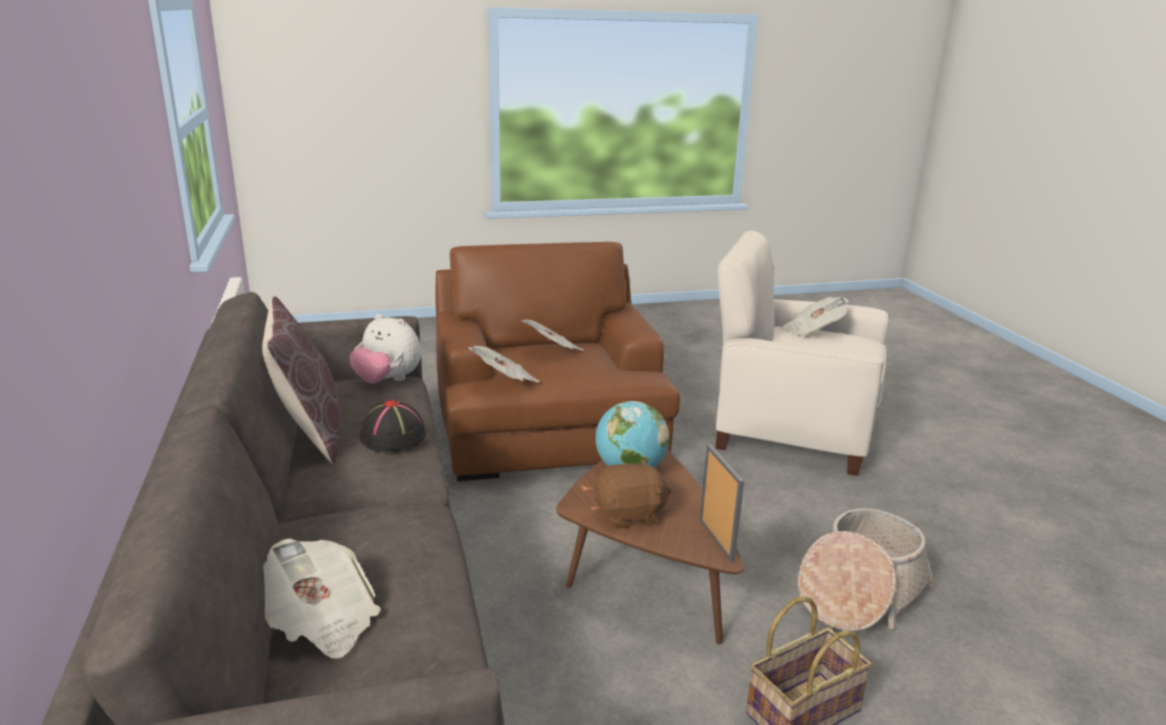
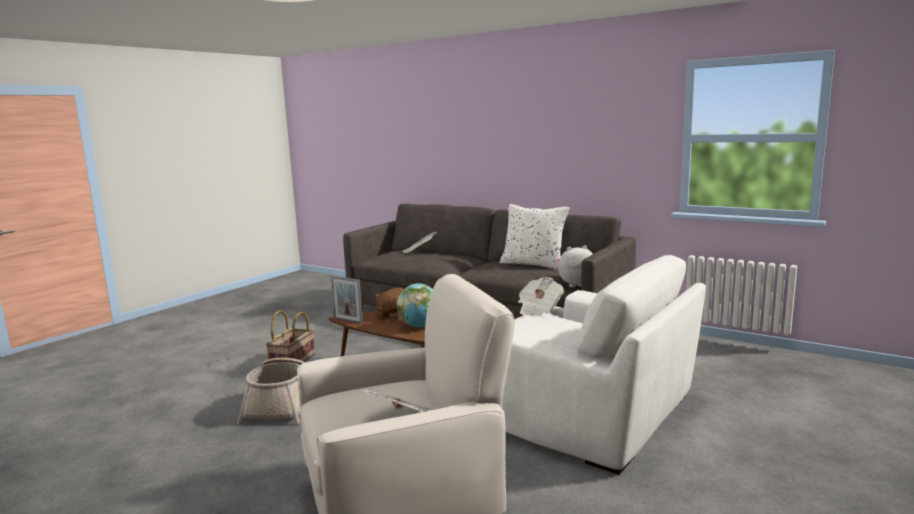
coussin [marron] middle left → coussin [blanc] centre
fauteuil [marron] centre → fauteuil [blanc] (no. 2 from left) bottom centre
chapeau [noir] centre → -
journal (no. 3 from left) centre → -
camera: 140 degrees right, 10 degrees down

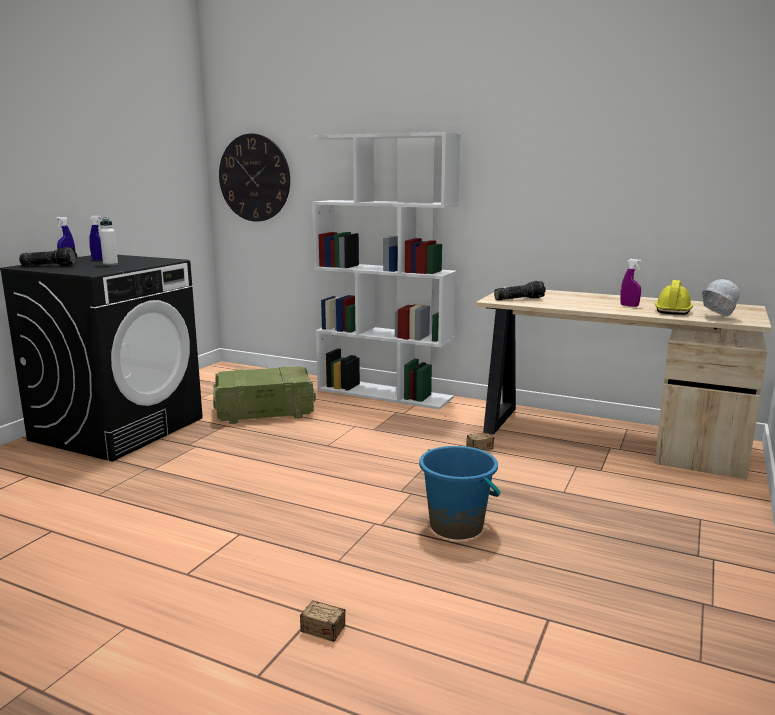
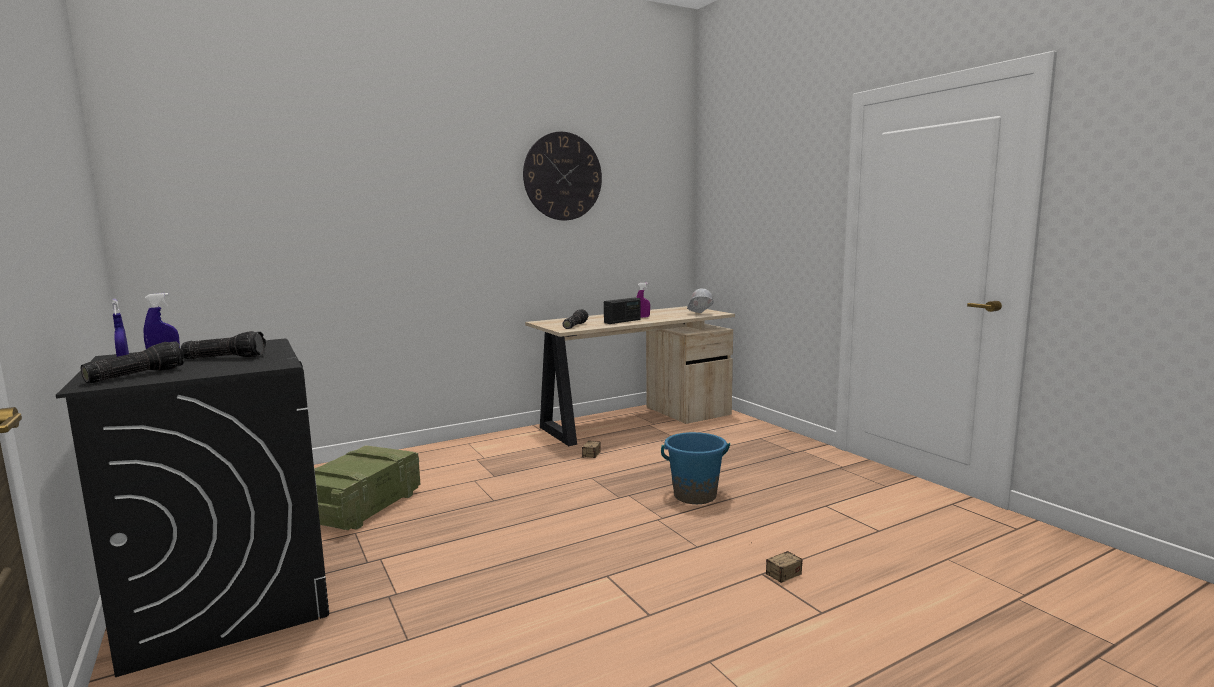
bouteille [blanc] middle left → lampe de poche (no. 2 from left) middle left
horloge murale top left → horloge murale top centre, shifted
- → radio centre
bibliothèque [blanc] centre → -
casque de chantier [jaune] middle right → -
camera: 55 degrees left, 5 degrees down

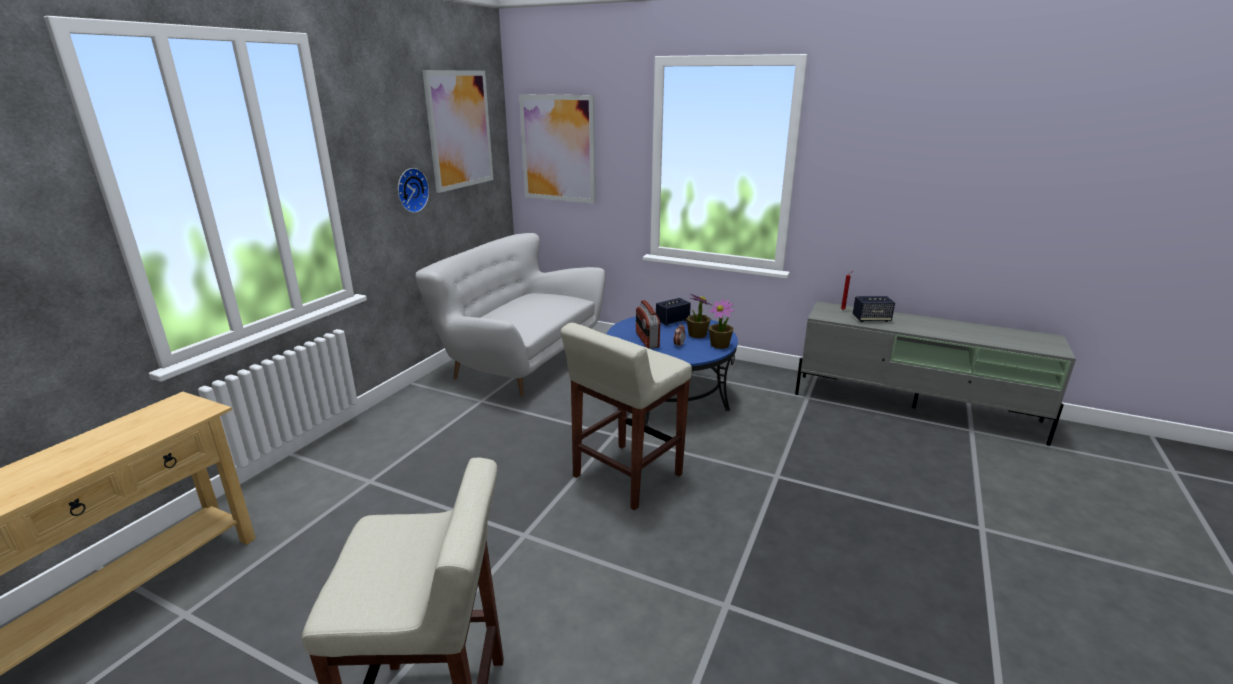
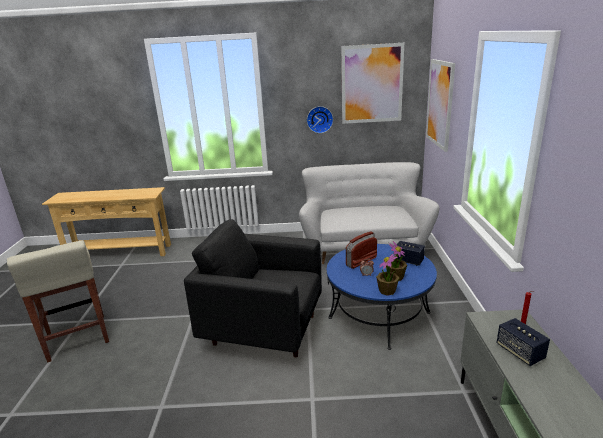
tabouret [beige] (no. 2 from left) centre → fauteuil [noir] centre
camera: 65 degrees right, 0 degrees up

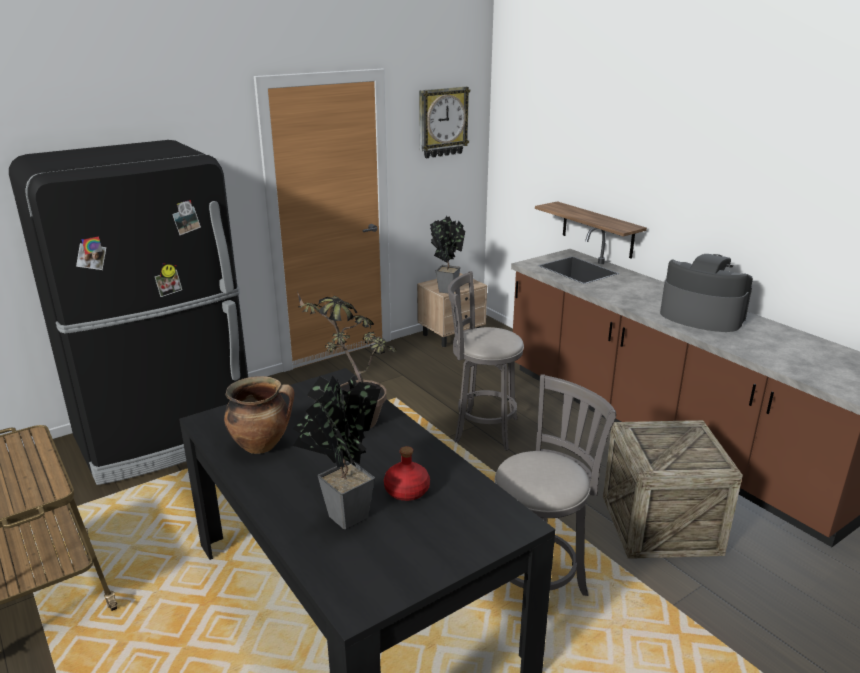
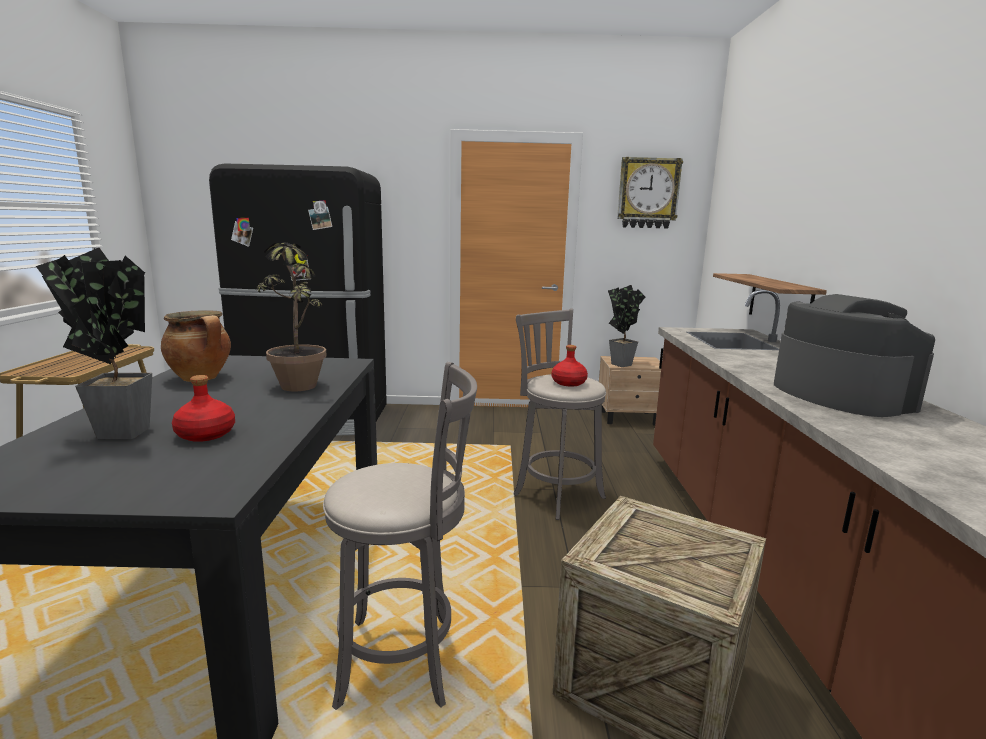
- → bouteille [rouge] (no. 2 from left) centre
camera: 35 degrees right, 10 degrees down

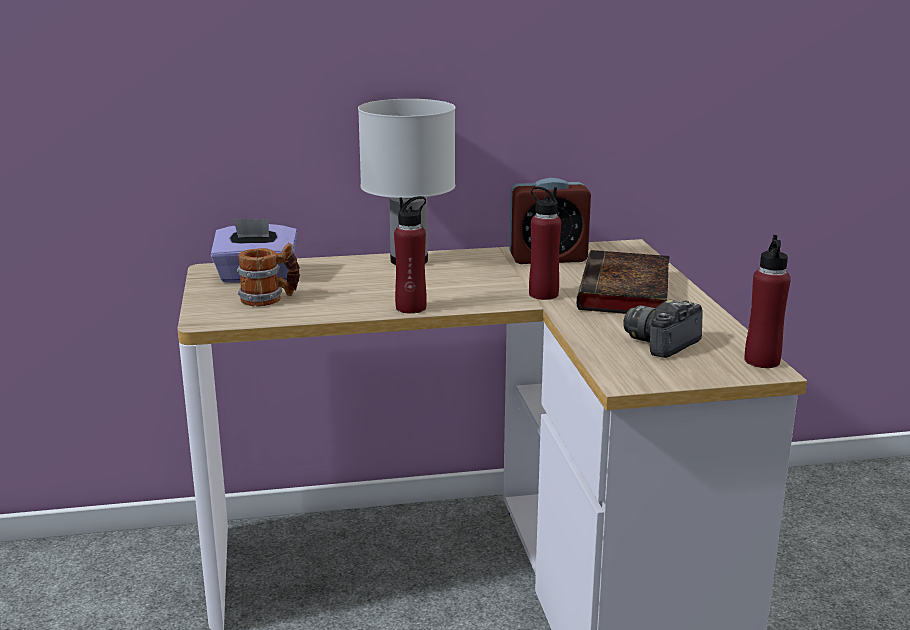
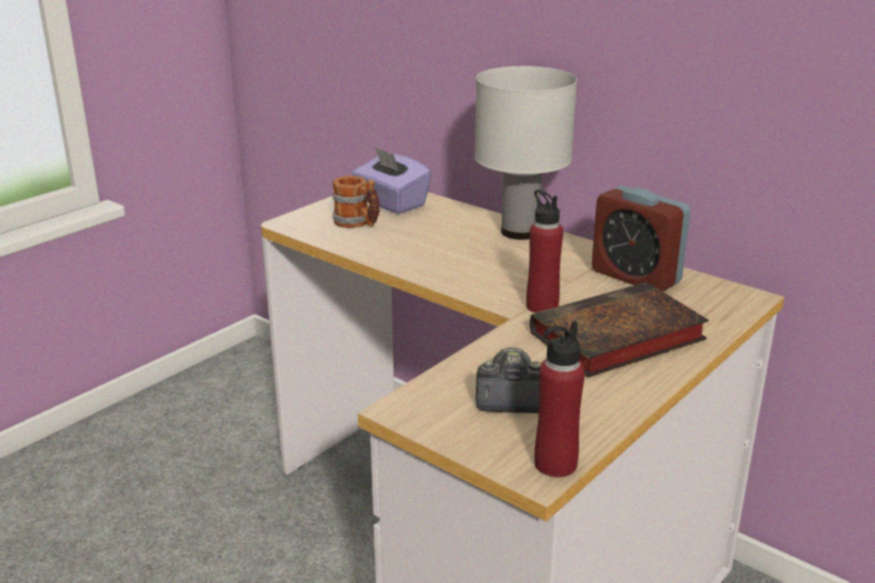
bouteille [rouge] (no. 1 from left) centre → -
camera: 50 degrees right, 5 degrees up

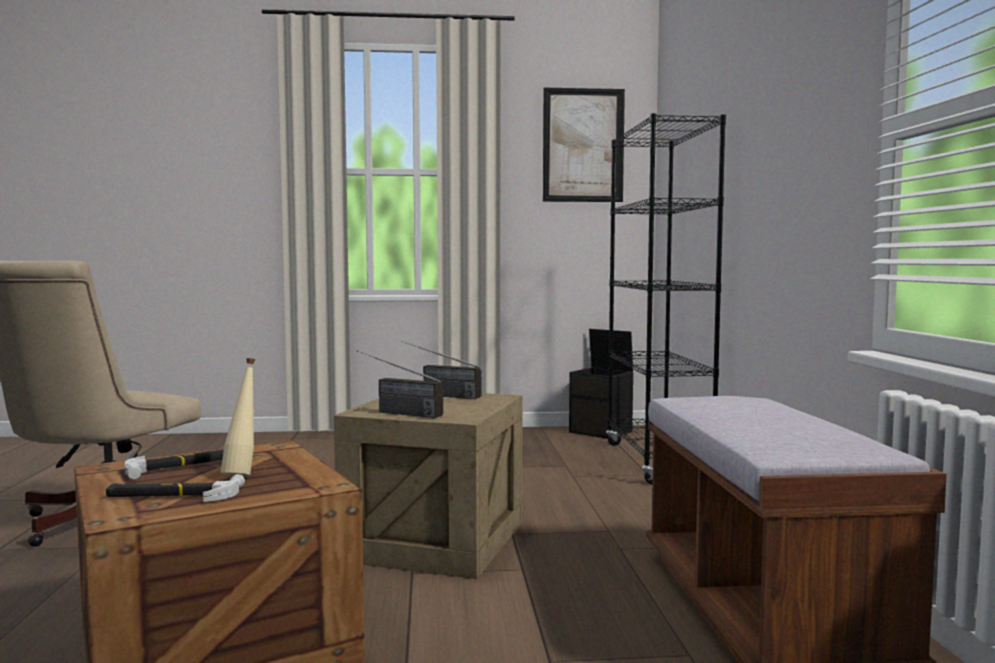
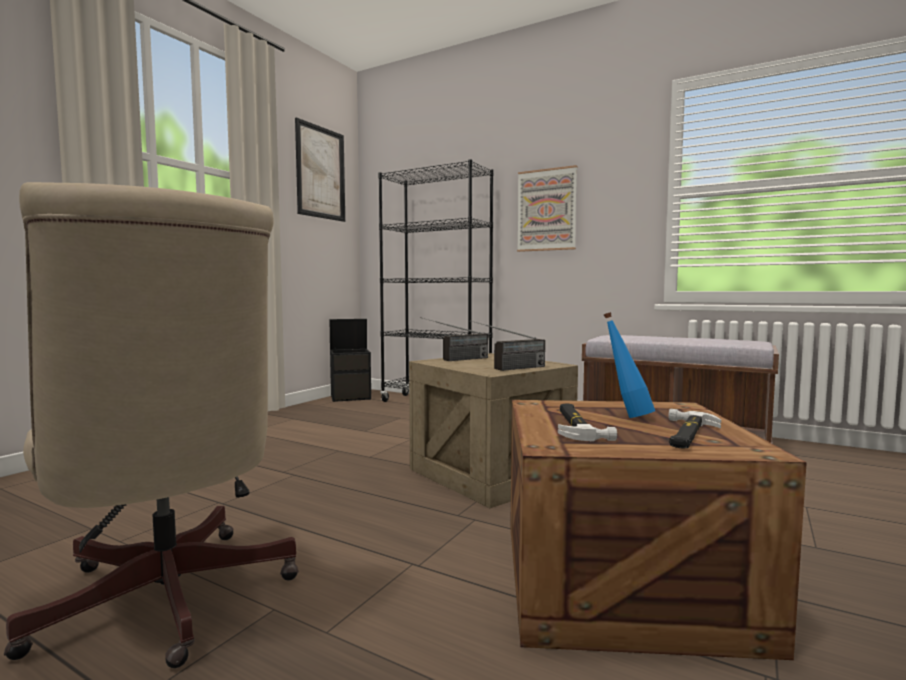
- → tableau (no. 2 from left) top centre
bouteille [beige] middle left → bouteille [bleu] middle right
camera: 55 degrees left, 0 degrees up

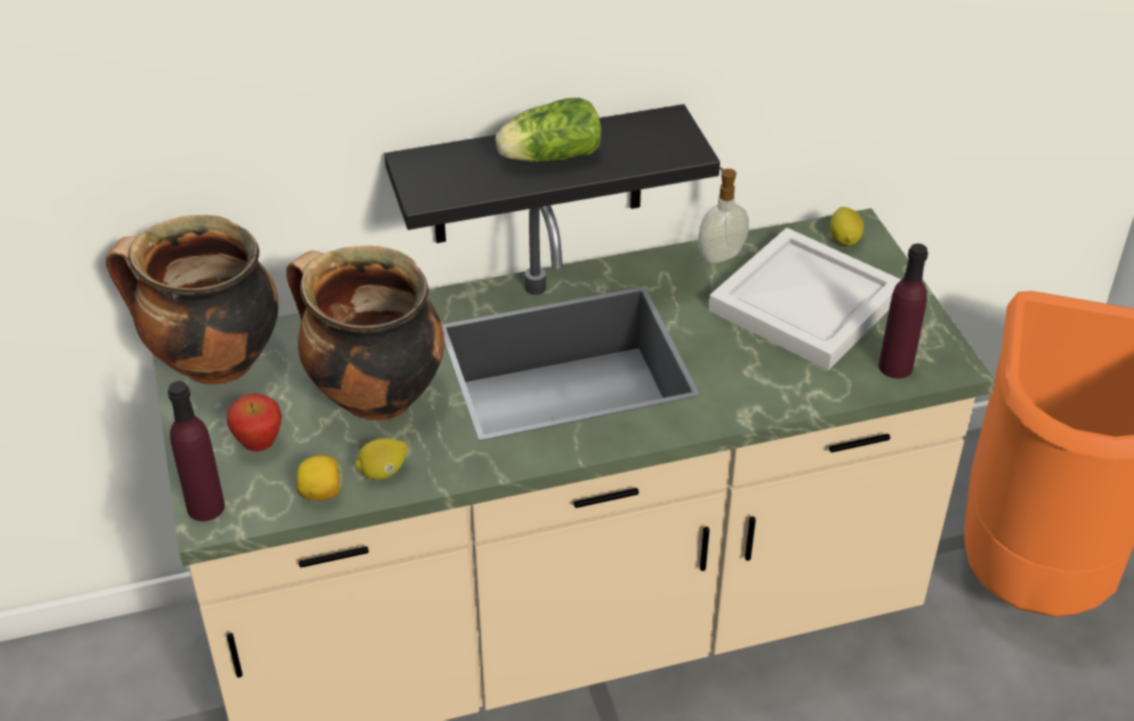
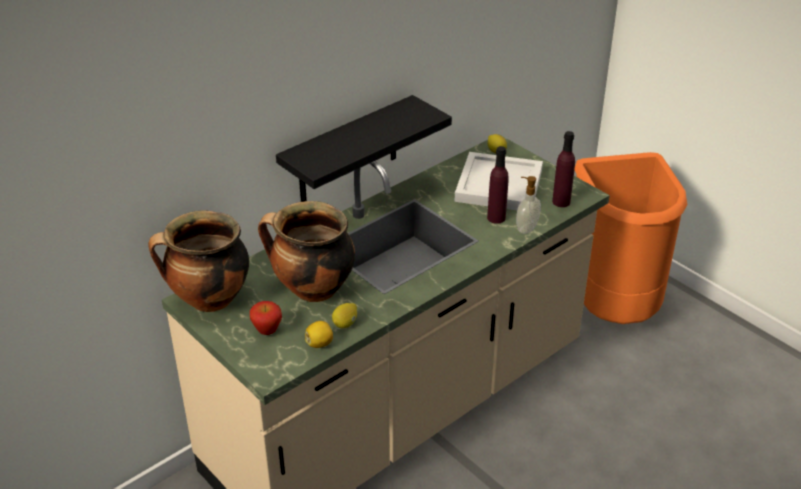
bouteille [violet] (no. 1 from left) middle left → bouteille [violet] (no. 1 from left) centre, shifted
distributeur de savon top centre → distributeur de savon centre, shifted
laitue top centre → -
camera: 25 degrees left, 5 degrees down

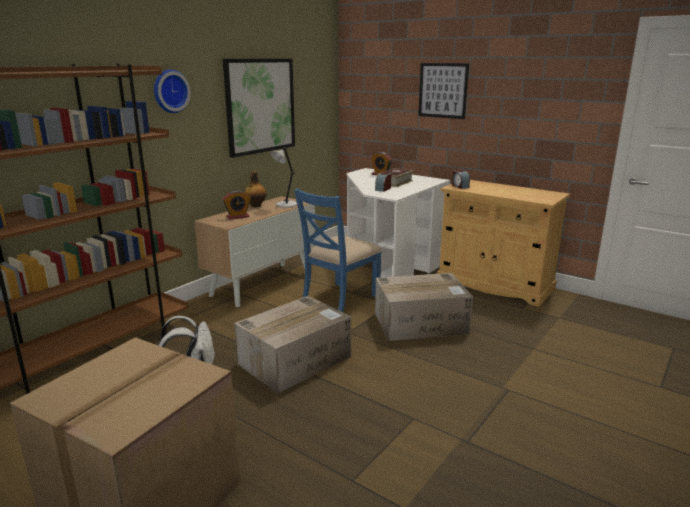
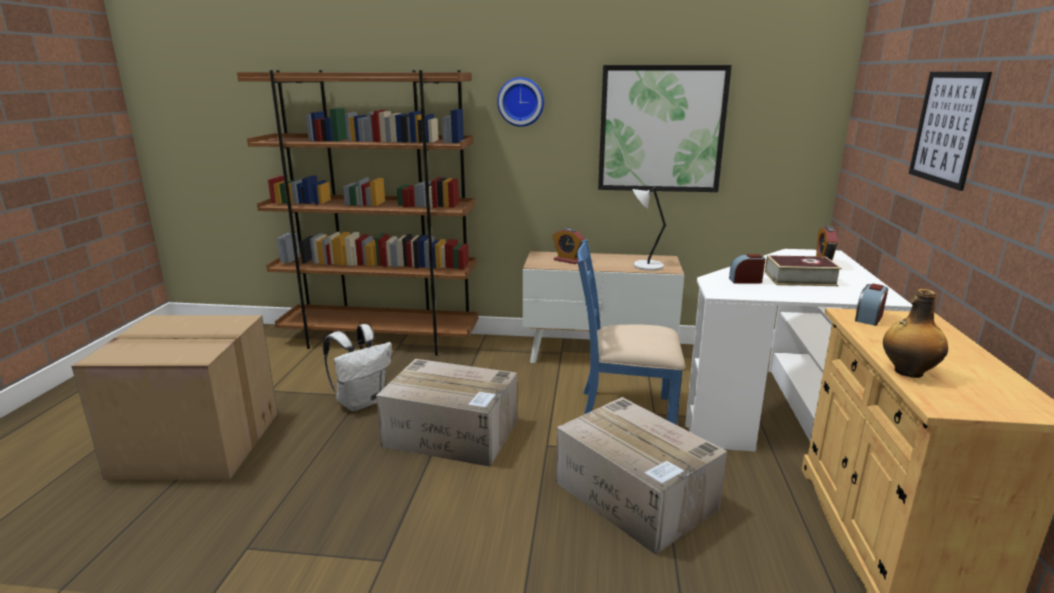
bouteille centre → bouteille middle right, shifted
camera: 60 degrees right, 0 degrees up

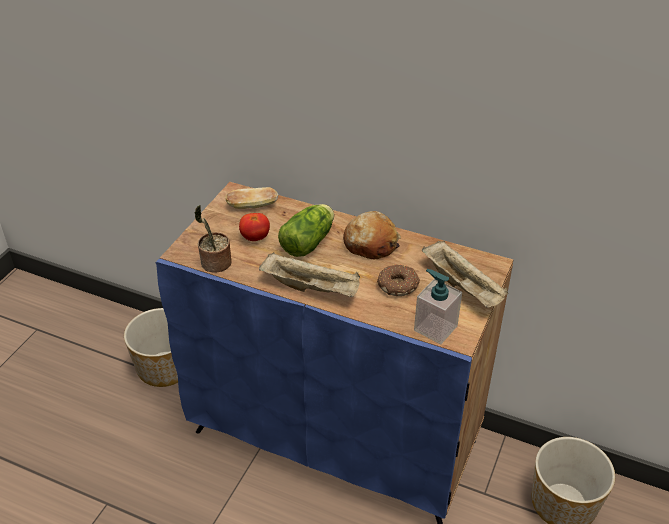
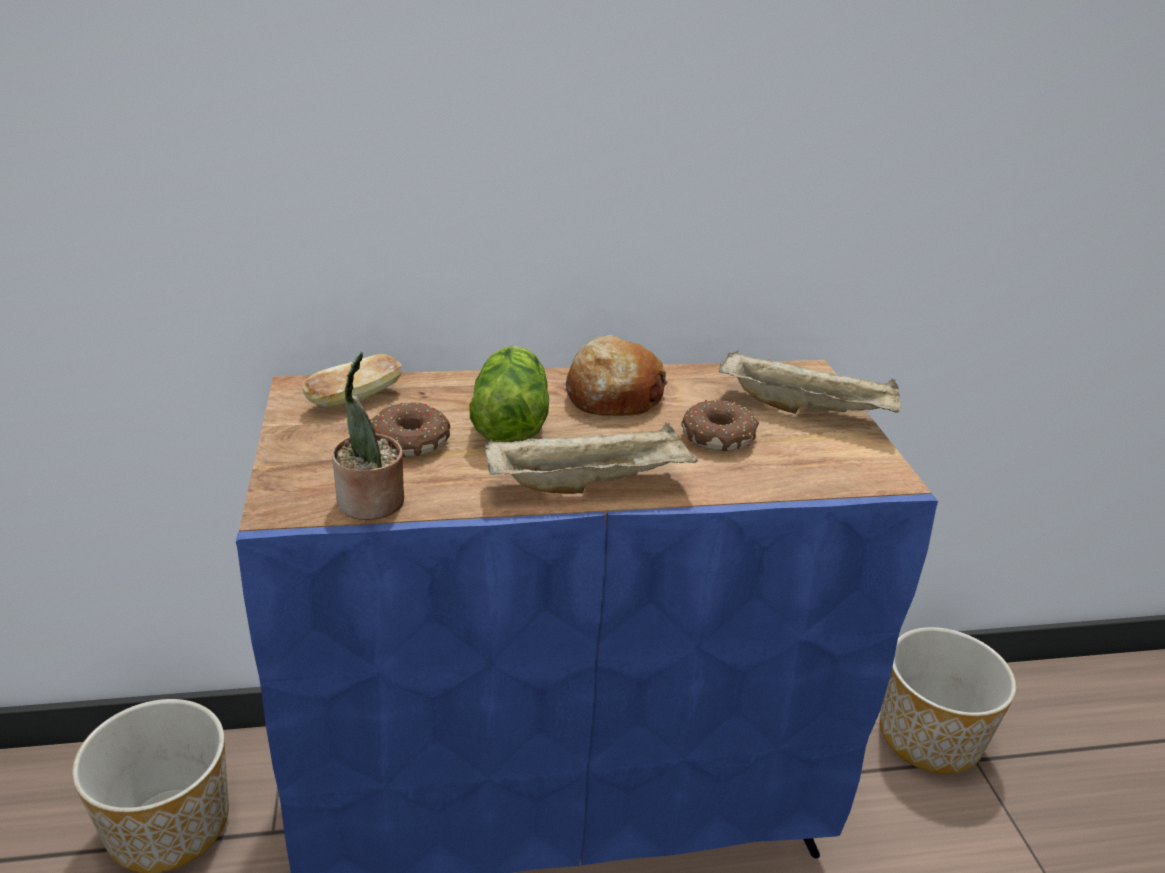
tomate centre → beignet (no. 1 from left) centre
distributeur de savon centre → -
camera: 35 degrees left, 10 degrees down

